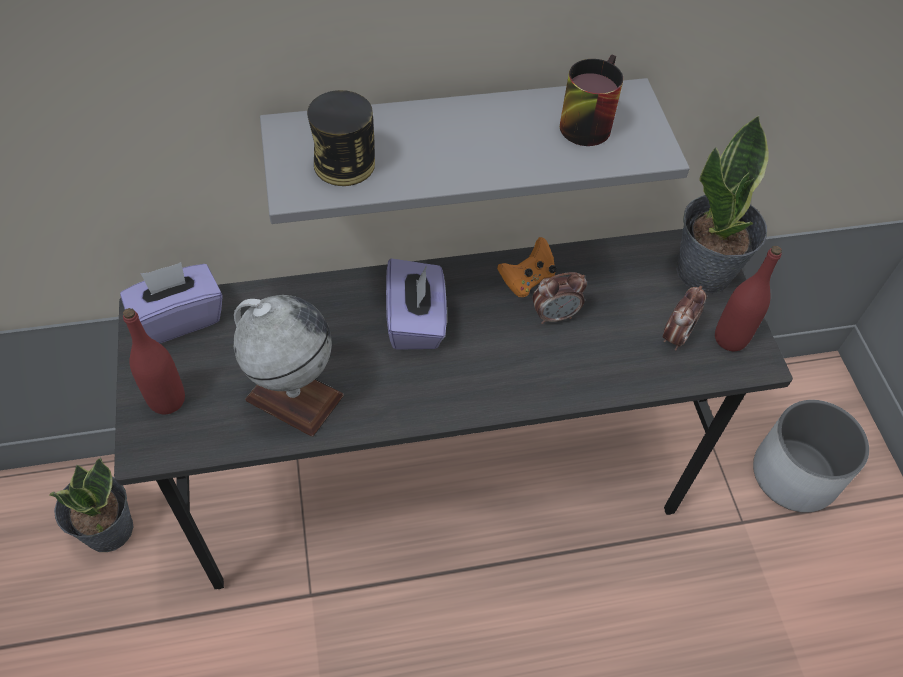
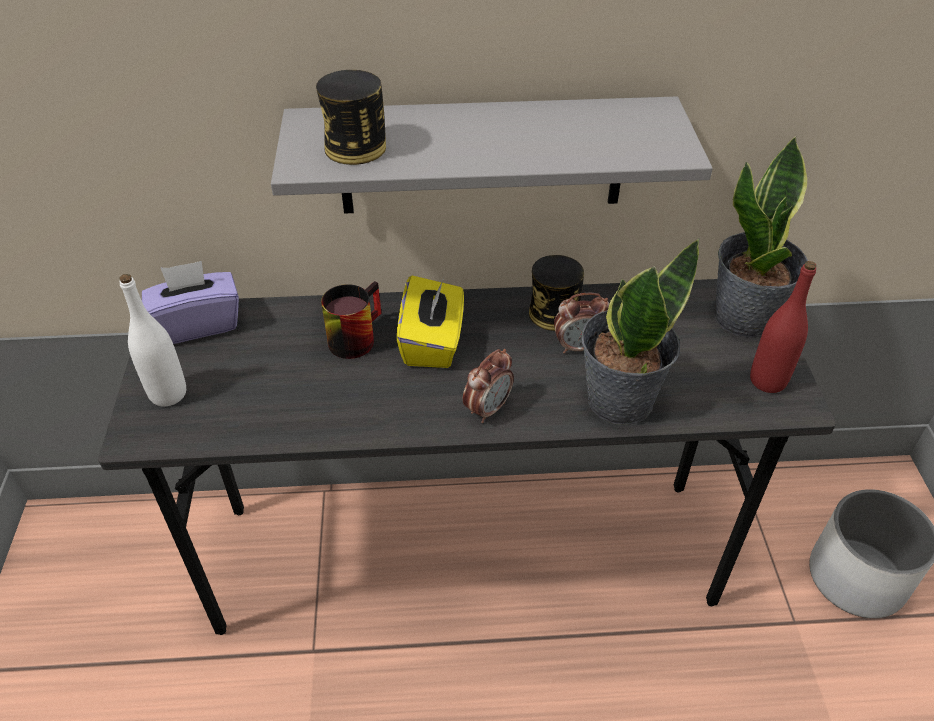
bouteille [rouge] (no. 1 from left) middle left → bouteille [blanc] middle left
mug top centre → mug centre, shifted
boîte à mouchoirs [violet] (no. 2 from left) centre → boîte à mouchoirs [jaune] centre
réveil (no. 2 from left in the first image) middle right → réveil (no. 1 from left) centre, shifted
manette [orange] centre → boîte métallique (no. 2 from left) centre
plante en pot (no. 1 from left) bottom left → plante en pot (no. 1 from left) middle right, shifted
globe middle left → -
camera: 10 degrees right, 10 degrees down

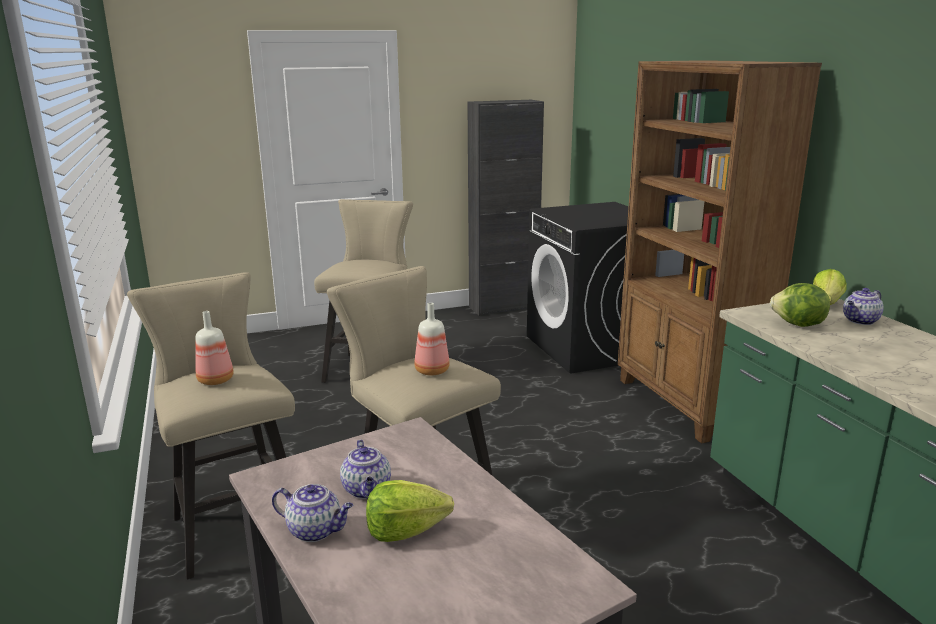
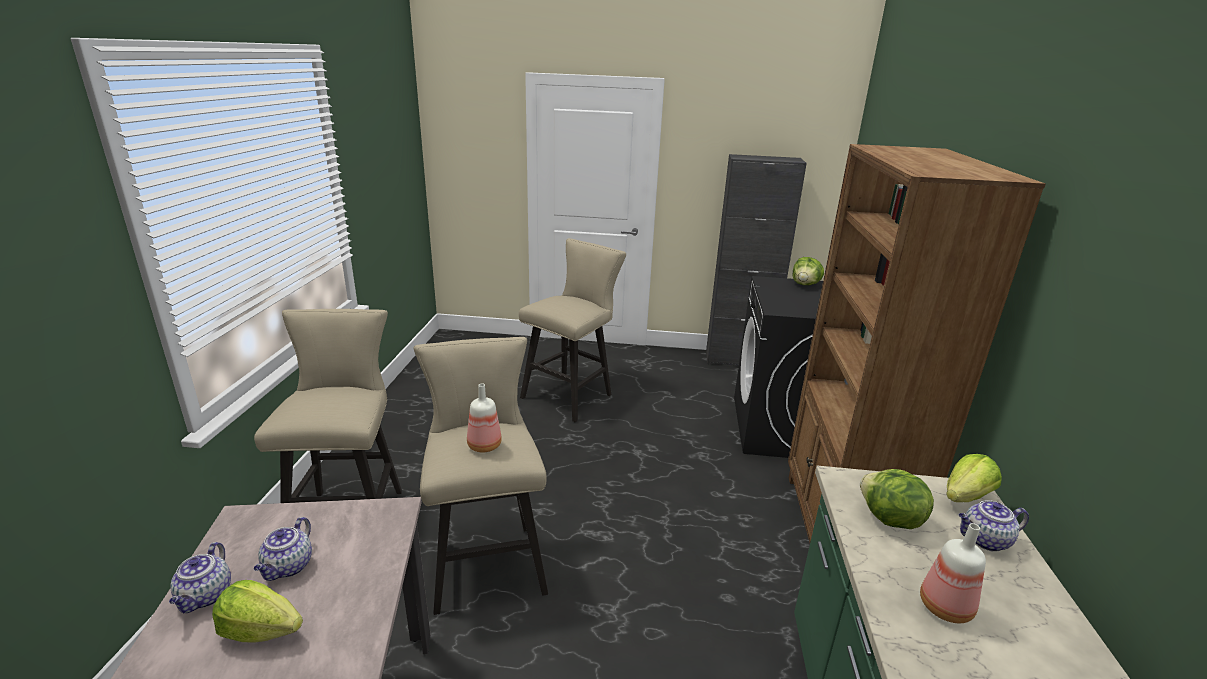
théière (no. 1 from left) bottom centre → théière (no. 1 from left) bottom left, 45 degrees clockwise
- → laitue (no. 2 from left) middle right
bouteille (no. 1 from left in the first image) middle left → bouteille (no. 2 from left) bottom right, shifted
camera: 25 degrees right, 5 degrees up

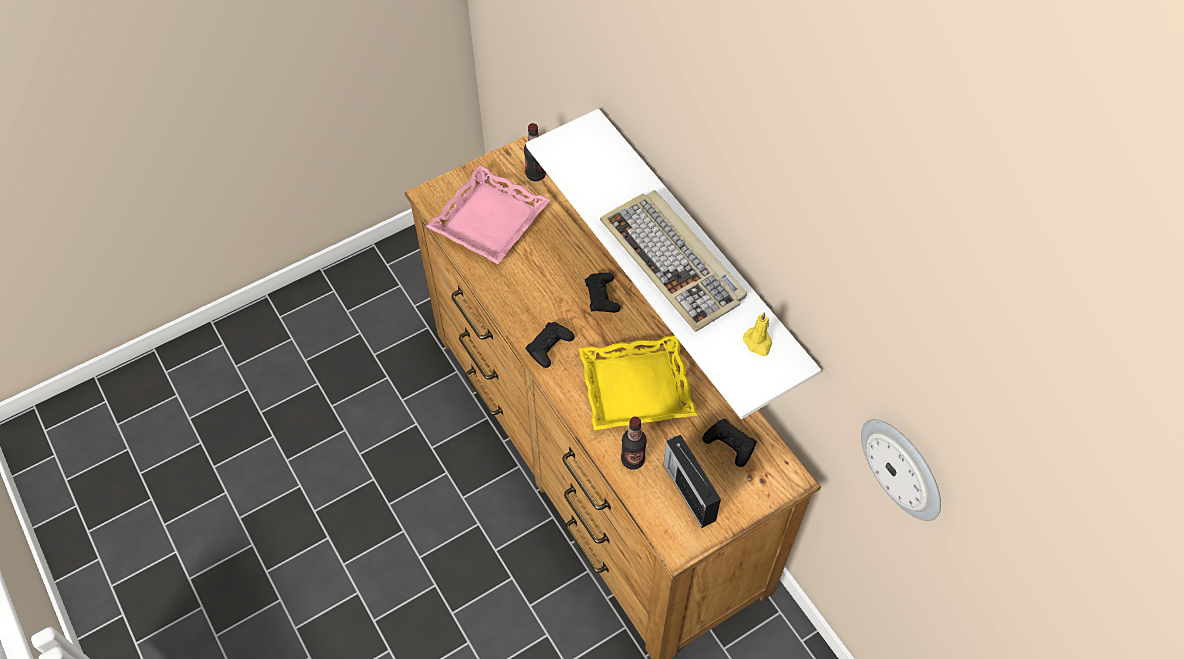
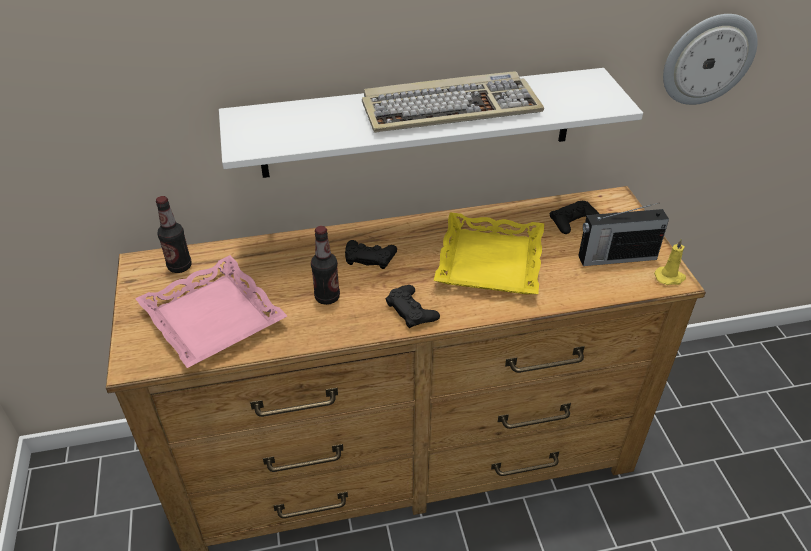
bouteille (no. 2 from left) bottom centre → bouteille (no. 2 from left) centre, shifted
bougie [jaune] centre → bougie [jaune] middle right, shifted
camera: 70 degrees left, 15 degrees down

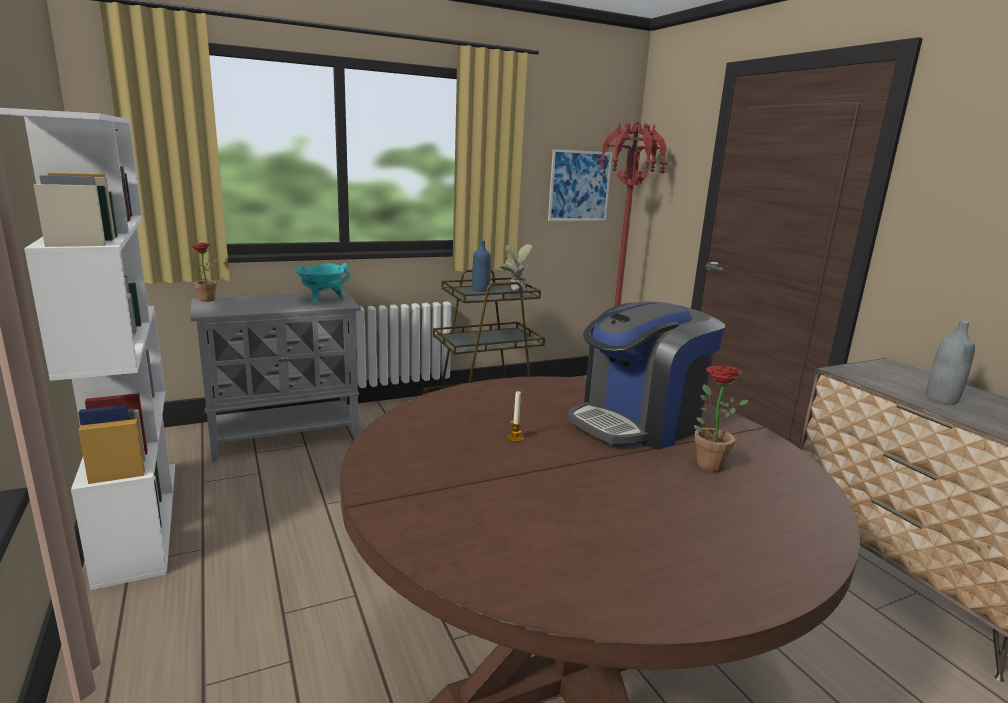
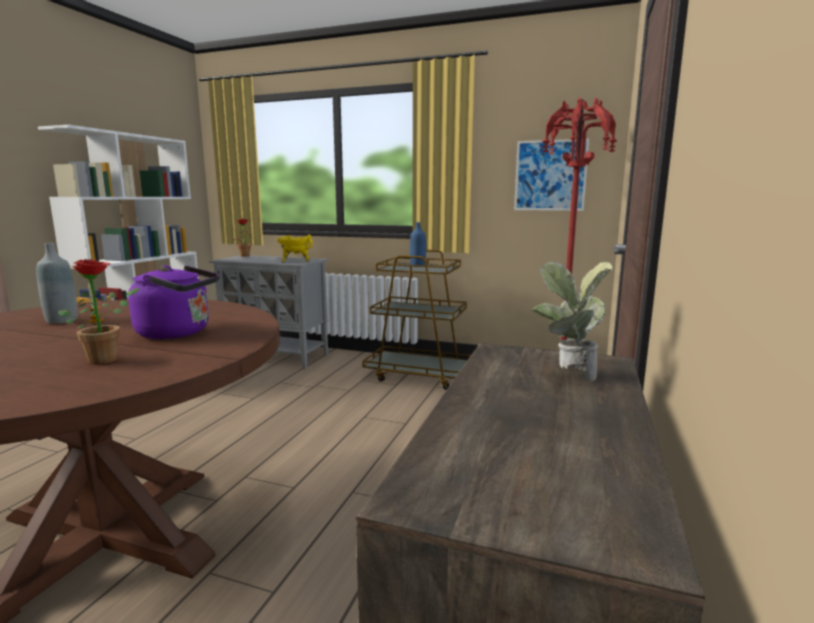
bouteille [gris] middle right → bouteille [gris] middle left, shifted
machine à café centre → bouilloire [violet] middle left
marmite [turquoise] middle left → marmite [jaune] centre
plante en pot (no. 2 from left in the first image) centre → plante en pot (no. 3 from left) middle right, shifted
camera: 45 degrees right, 5 degrees down

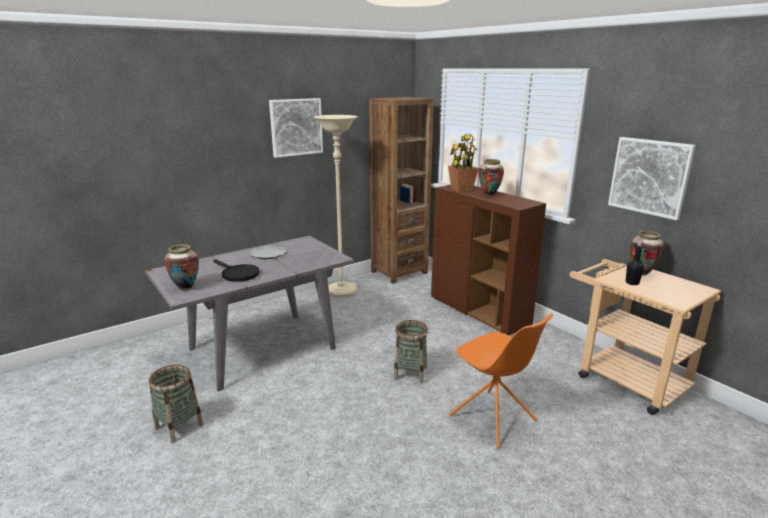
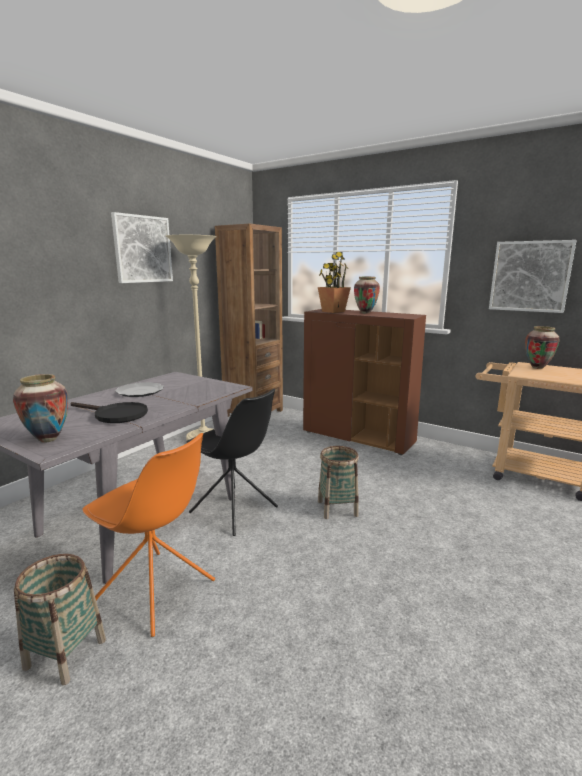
chaise [orange] bottom centre → chaise [orange] bottom left, shifted
- → chaise [noir] centre
bouteille [noir] middle right → -
camera: 20 degrees left, 5 degrees down

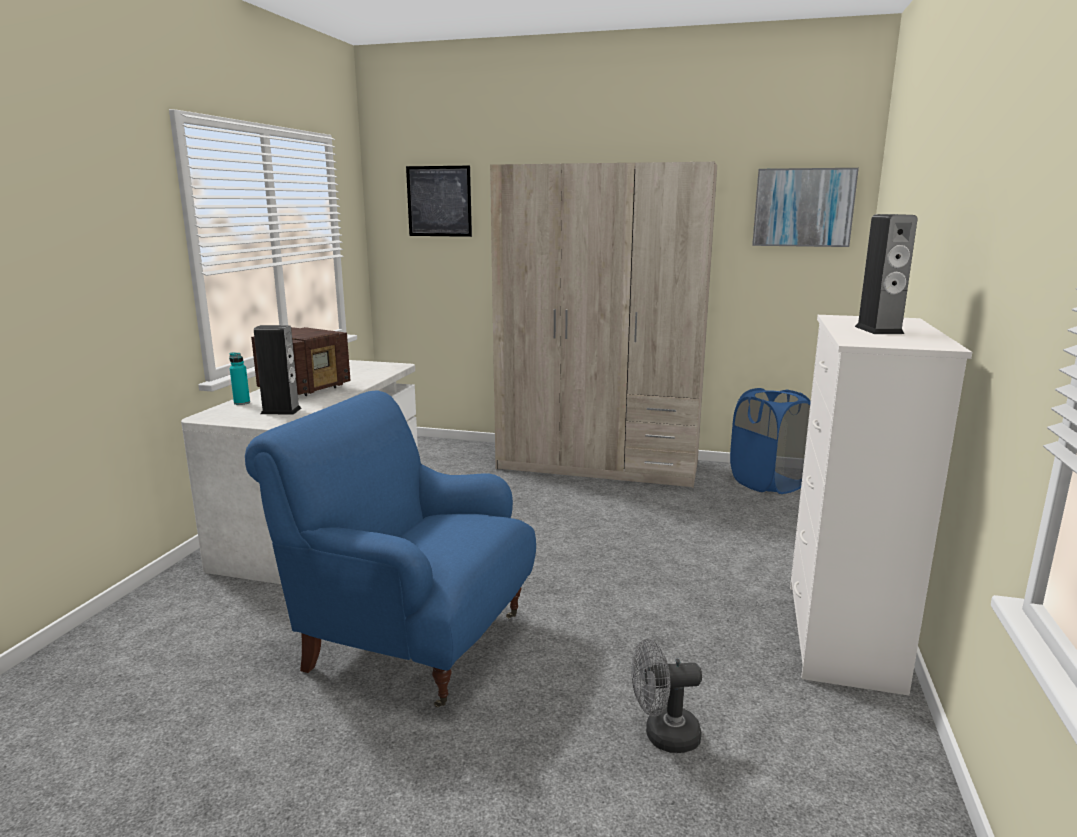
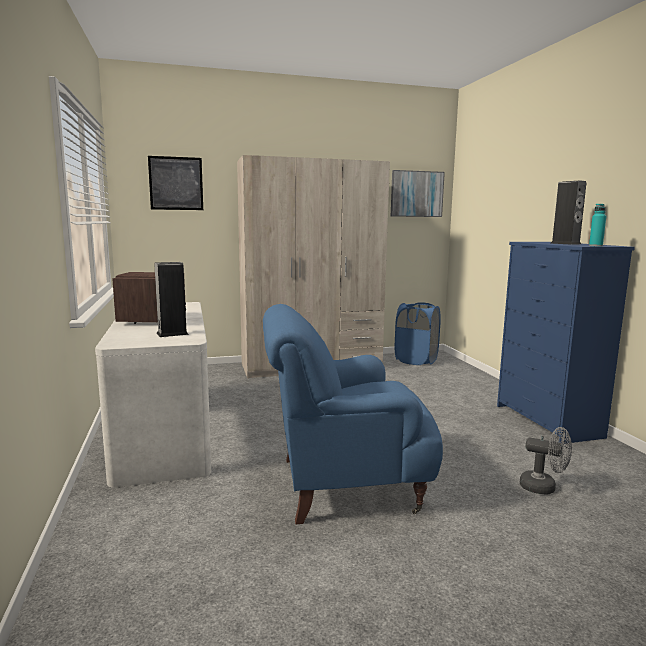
commode [blanc] middle right → commode [bleu] middle right
ventilateur [gris] bottom centre → ventilateur [gris] bottom right, 120 degrees counterclockwise
bouteille [turquoise] middle left → bouteille [turquoise] middle right, shifted
camera: 30 degrees left, 5 degrees down

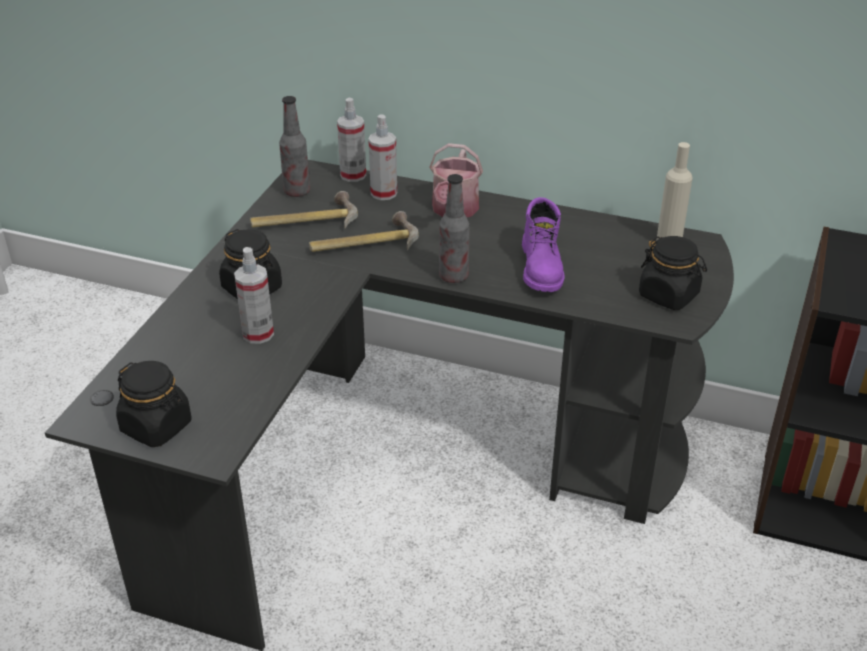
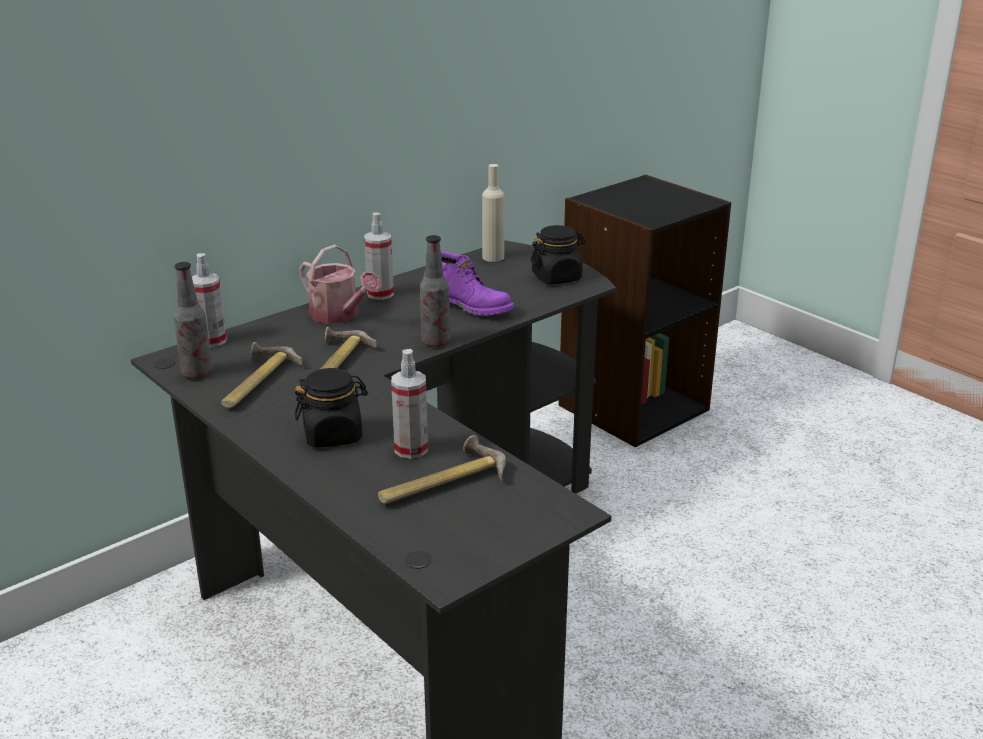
vaporisateur (no. 3 from left in the first image) top centre → vaporisateur (no. 2 from left) centre, shifted
- → marteau (no. 3 from left) centre
bocal [noir] (no. 1 from left) middle left → -
camera: 60 degrees left, 10 degrees down

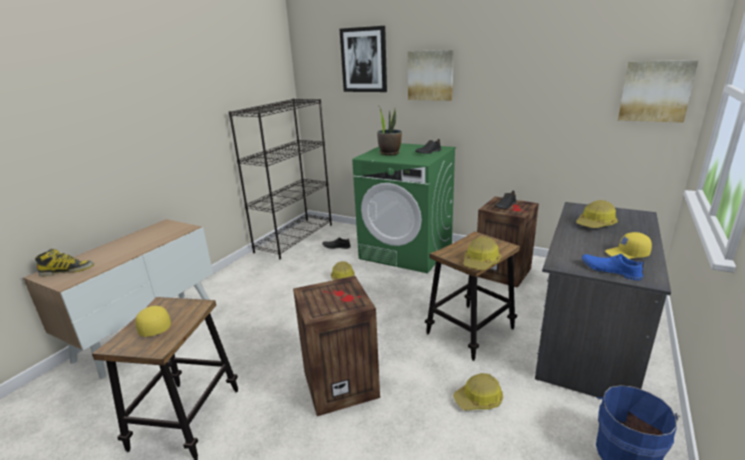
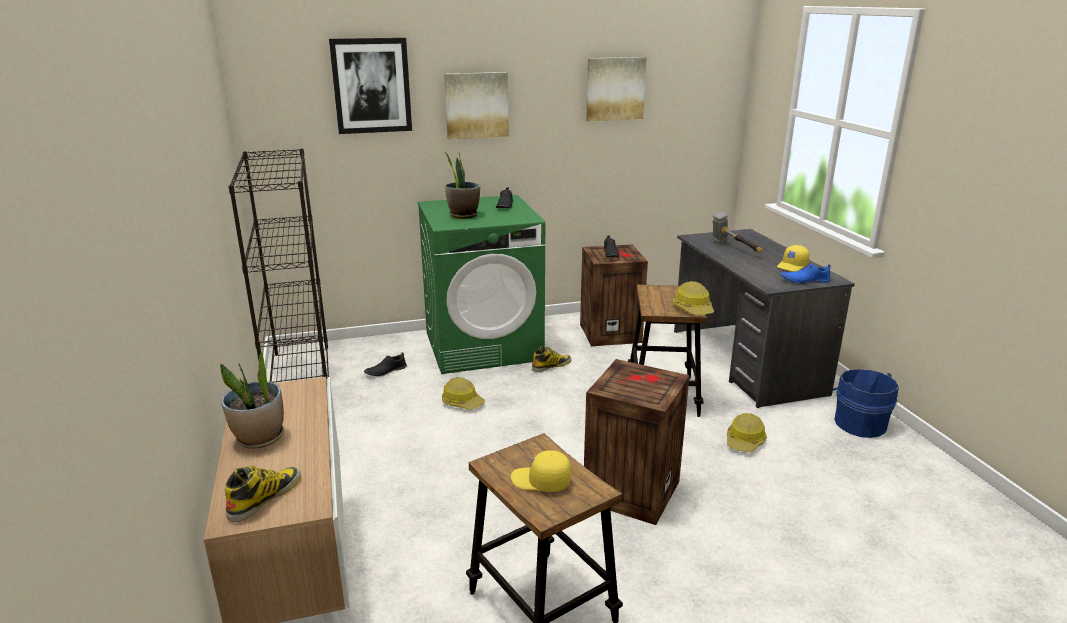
- → plante en pot (no. 1 from left) middle left
- → botte (no. 2 from left) centre
tableau (no. 3 from left) top right → tableau (no. 3 from left) top centre, shifted
casque de chantier (no. 4 from left) middle right → marteau middle right
camera: 45 degrees left, 0 degrees up

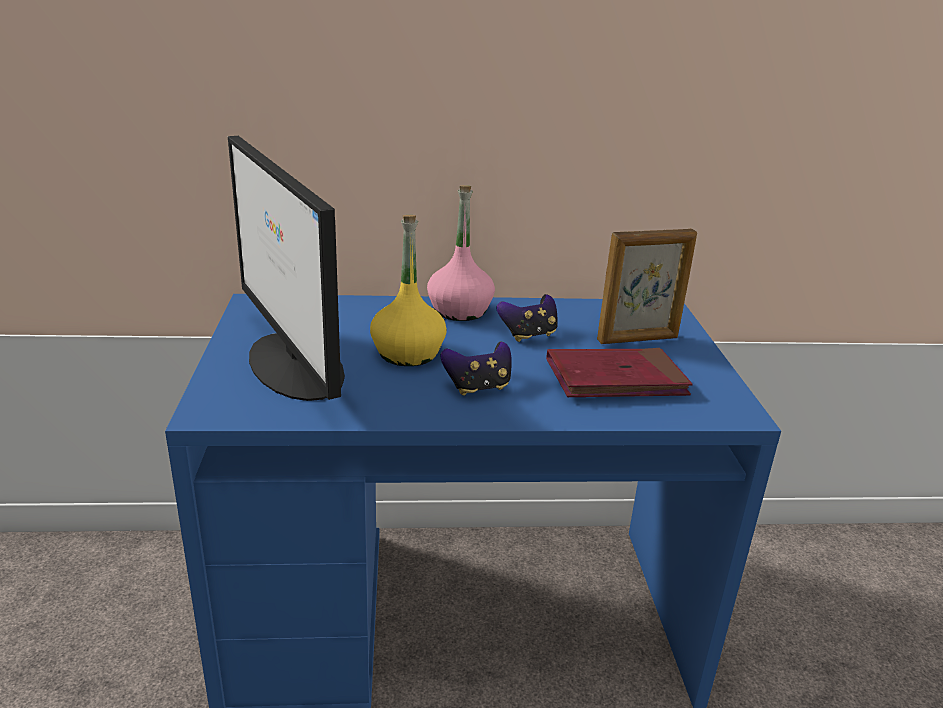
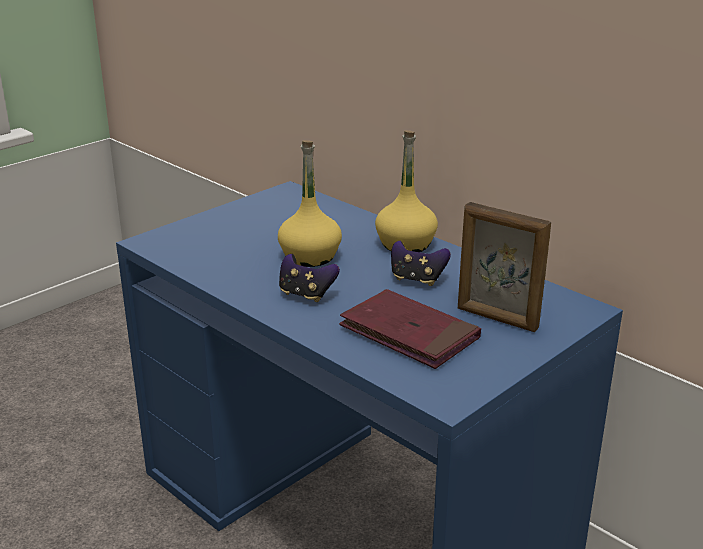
bouteille [rose] centre → bouteille [jaune] (no. 2 from left) centre
écran d'ordinateur middle left → -
camera: 50 degrees right, 0 degrees up

